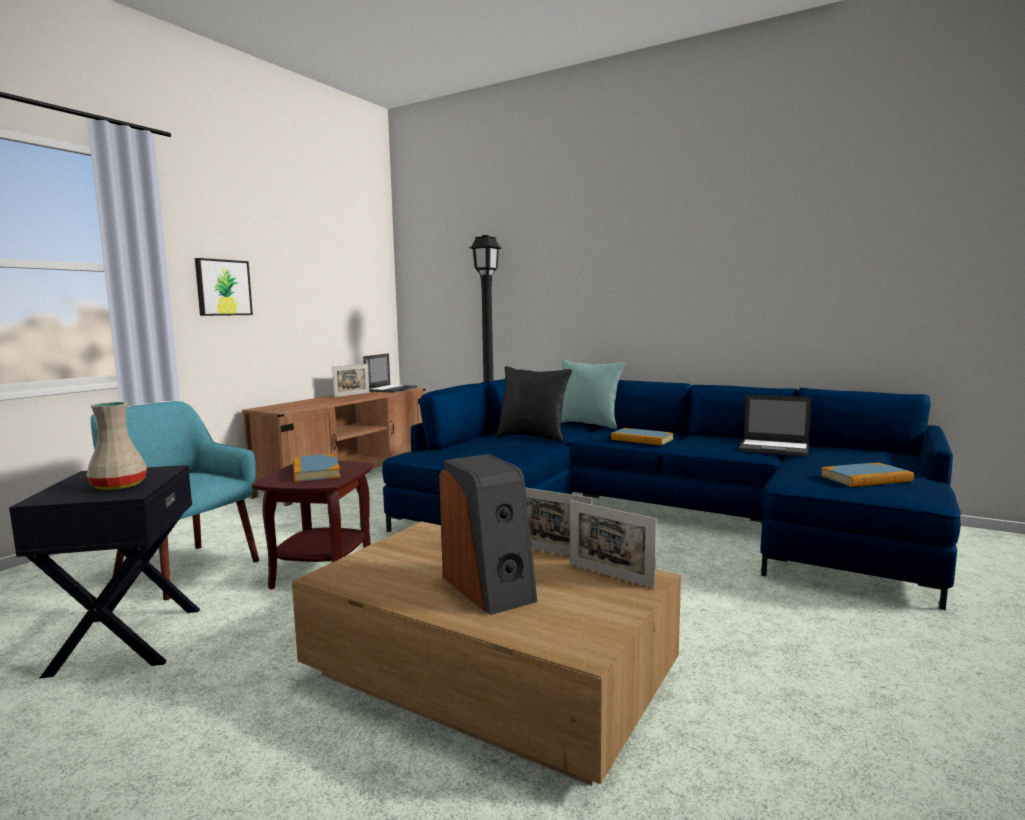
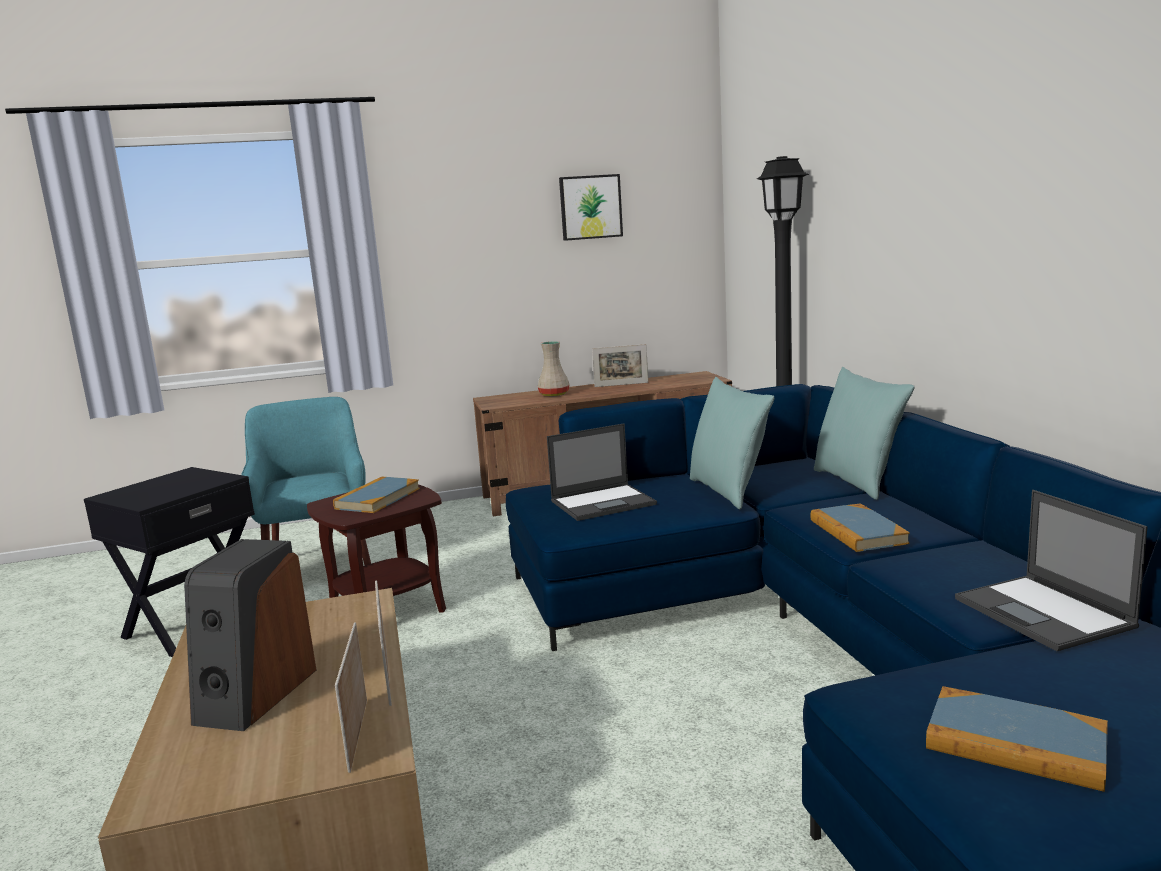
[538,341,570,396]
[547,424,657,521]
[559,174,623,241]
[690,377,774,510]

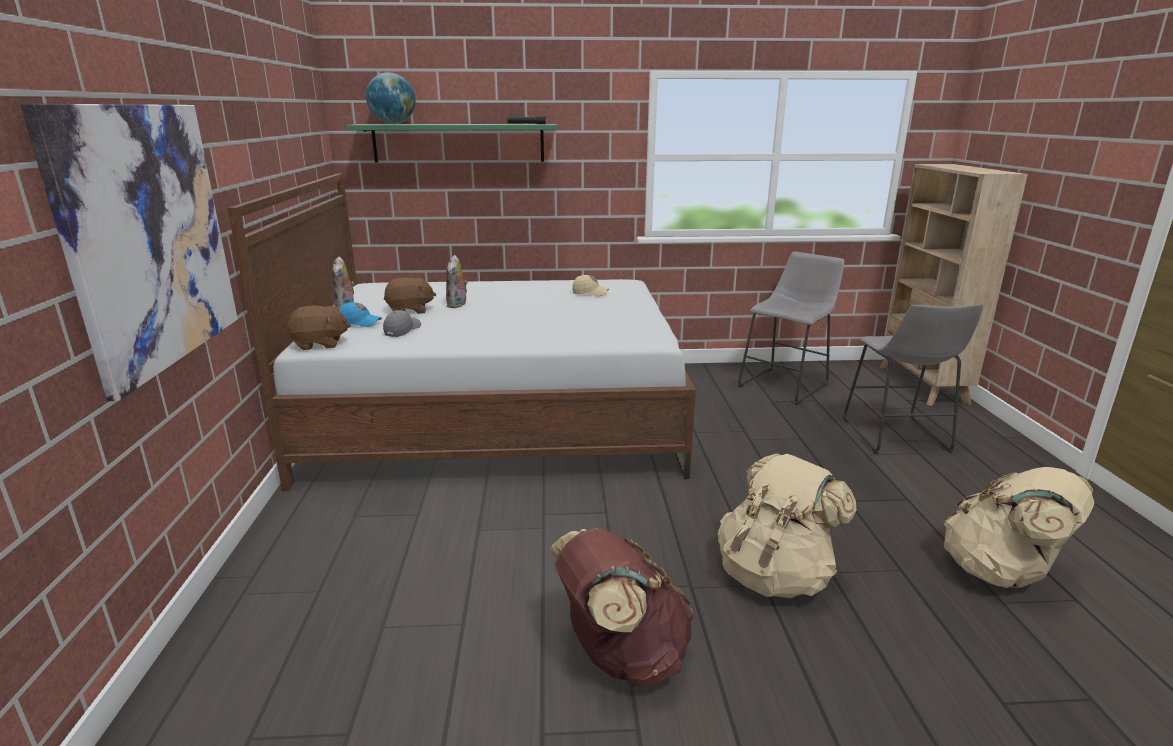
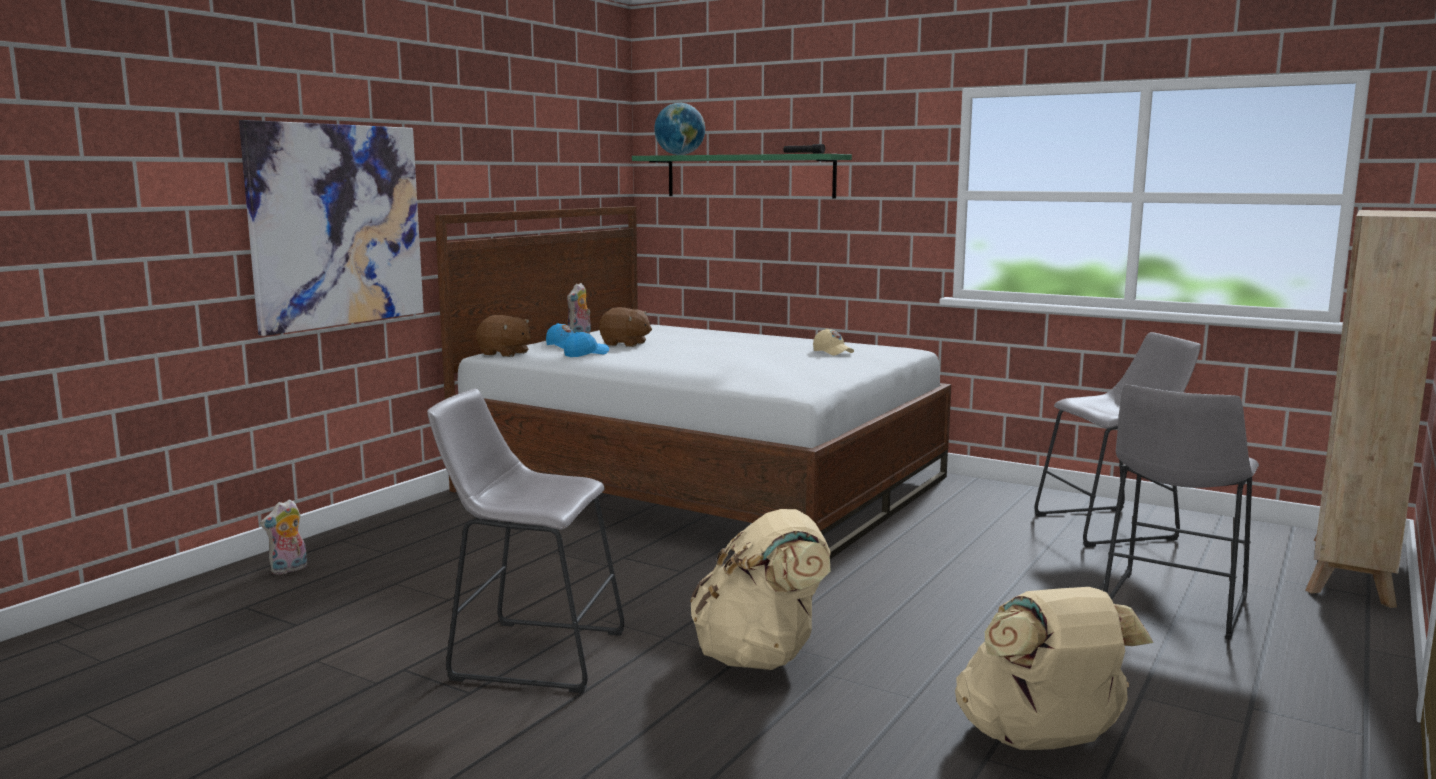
[260,499,307,575]
[427,389,624,693]
[564,332,609,357]

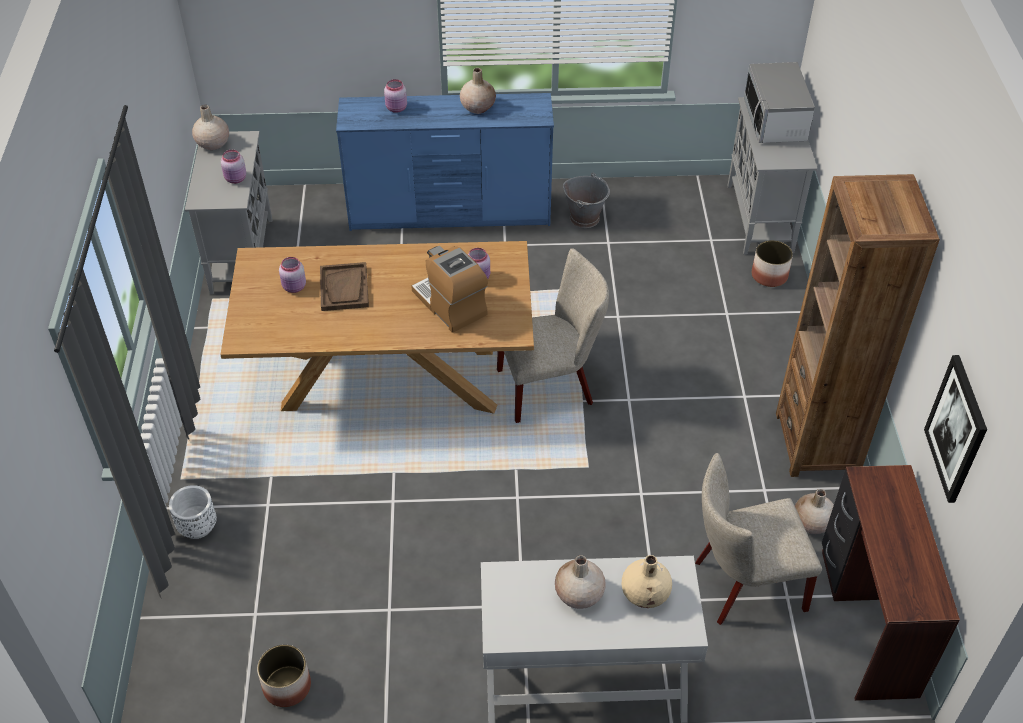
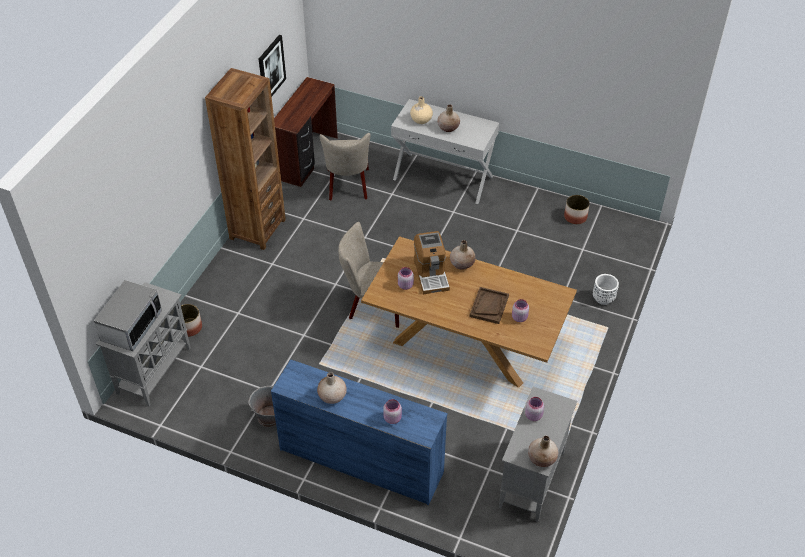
[320,133,370,200]
[450,240,476,270]

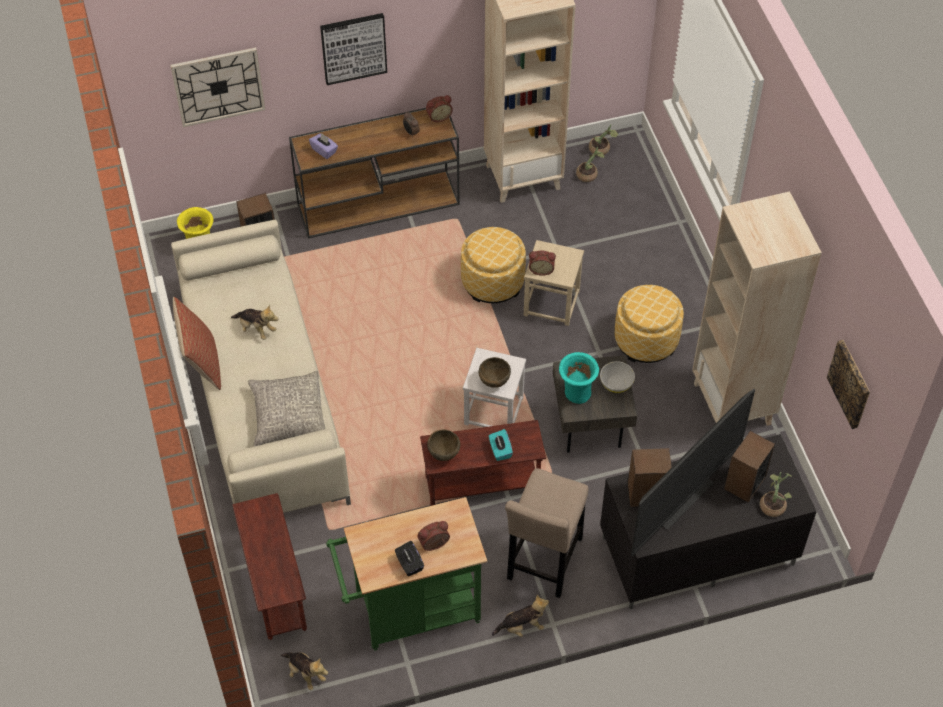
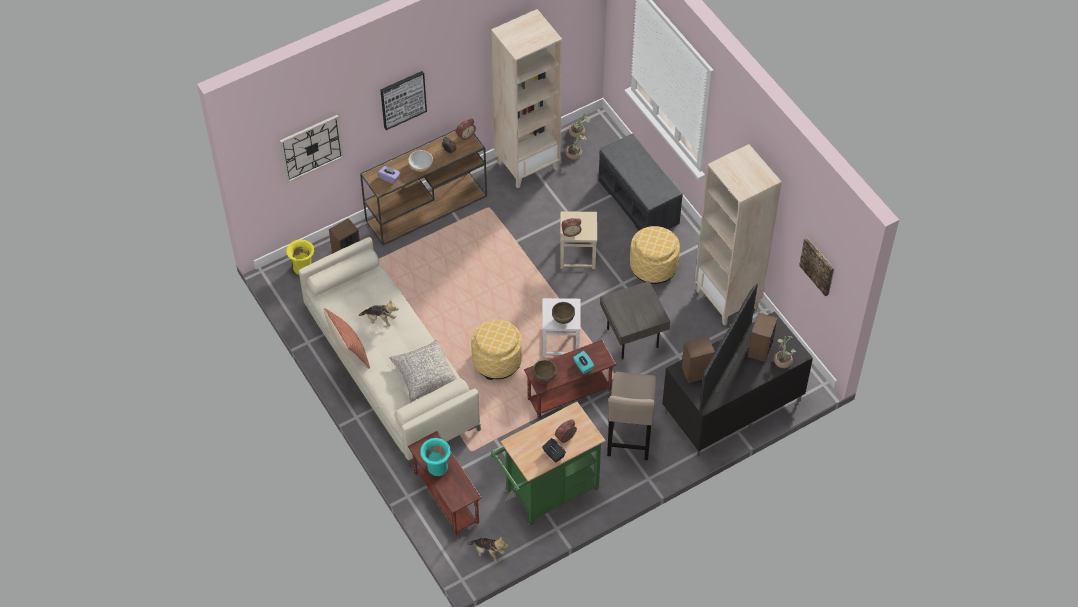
[408,150,433,172]
[420,438,451,476]
[471,320,522,380]
[599,134,683,231]
[492,595,549,637] (first image)

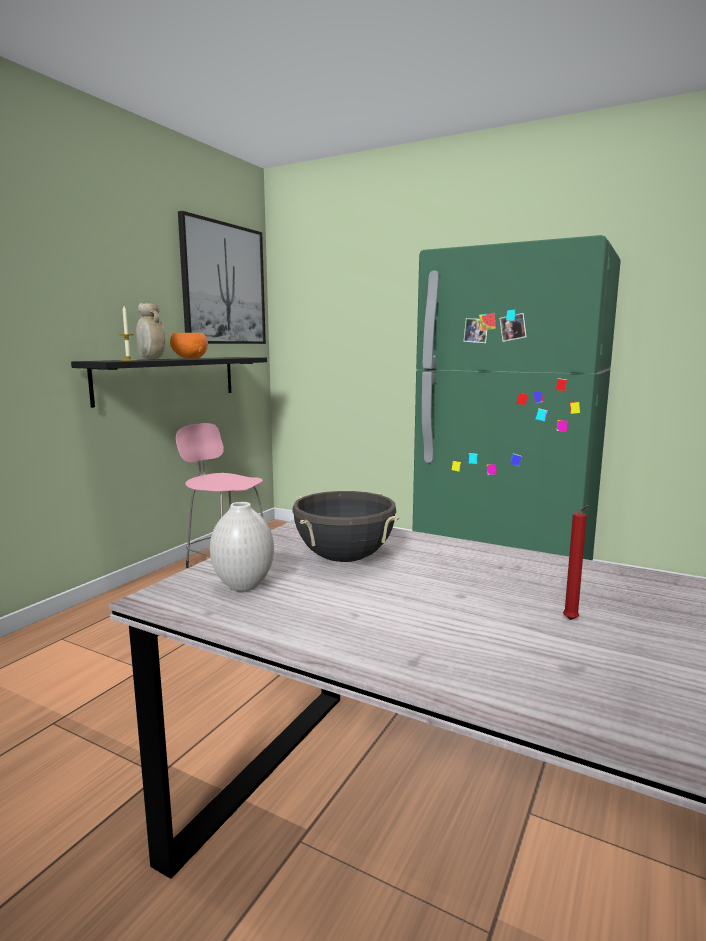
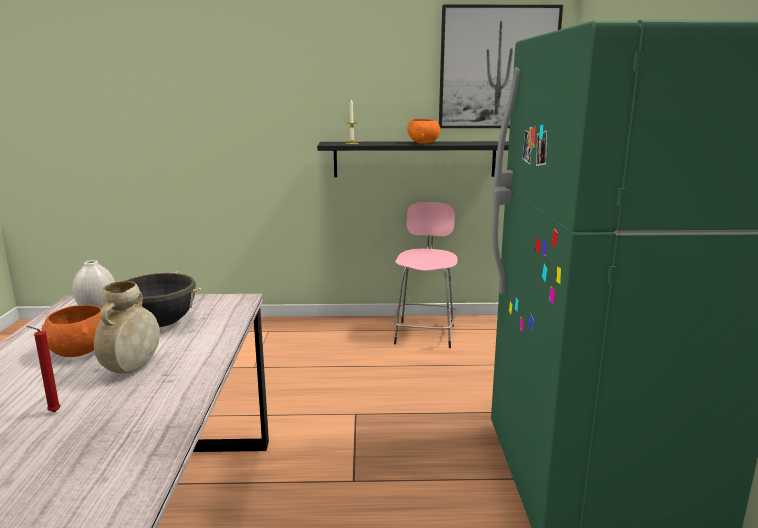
[42,305,102,357]
[94,281,160,374]

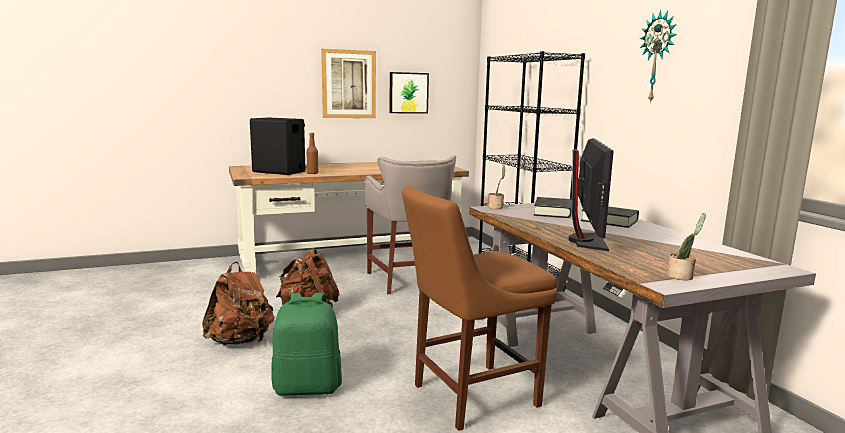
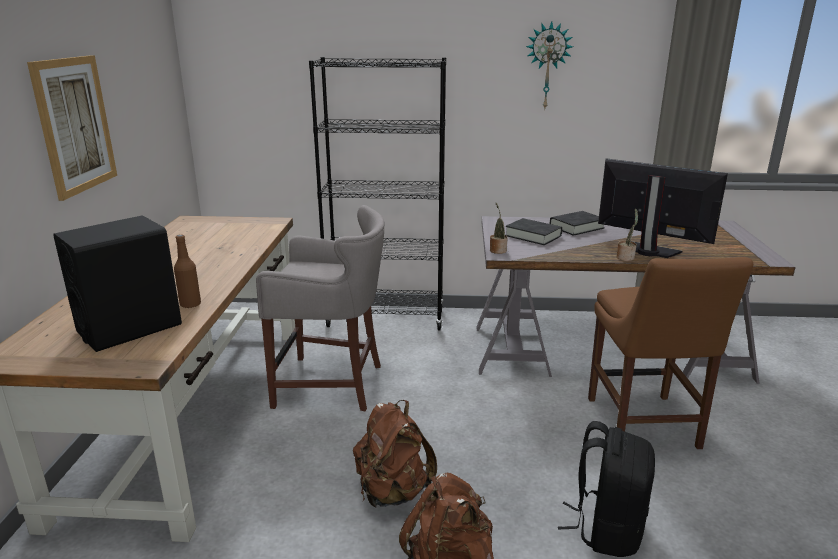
[558,421,655,557]
[616,209,638,261]
[389,72,429,114] (first image)

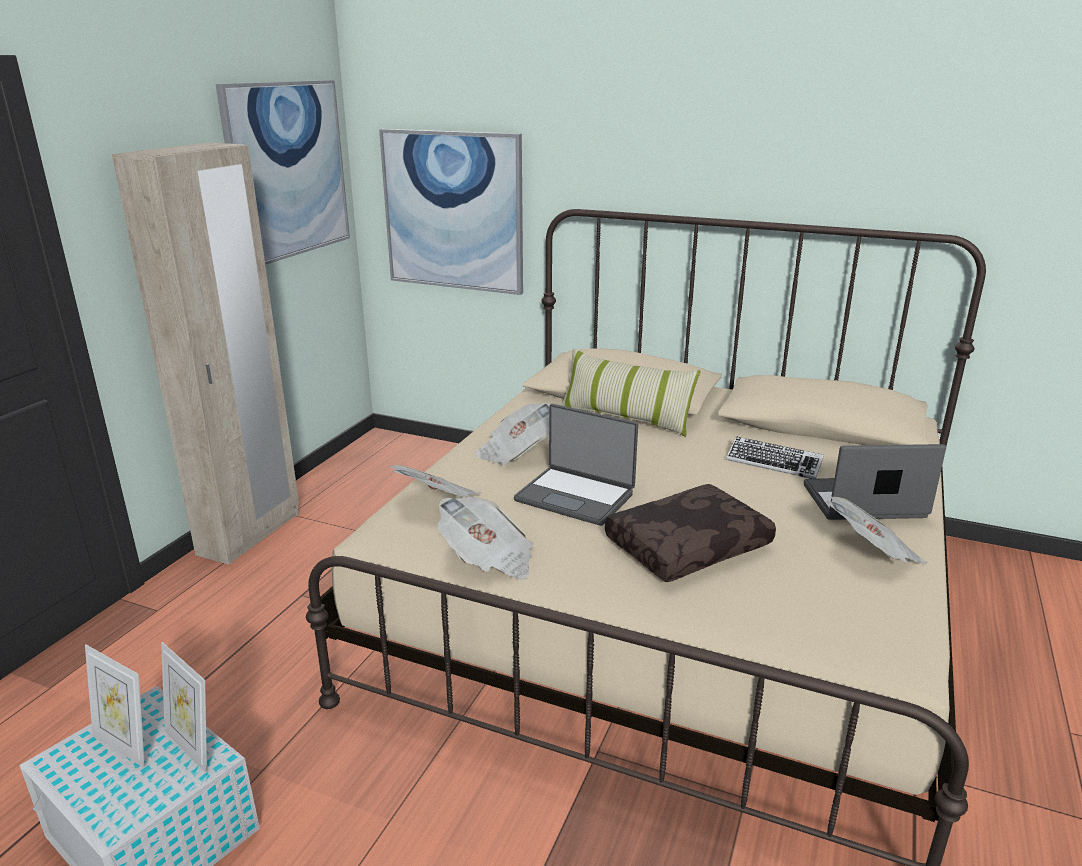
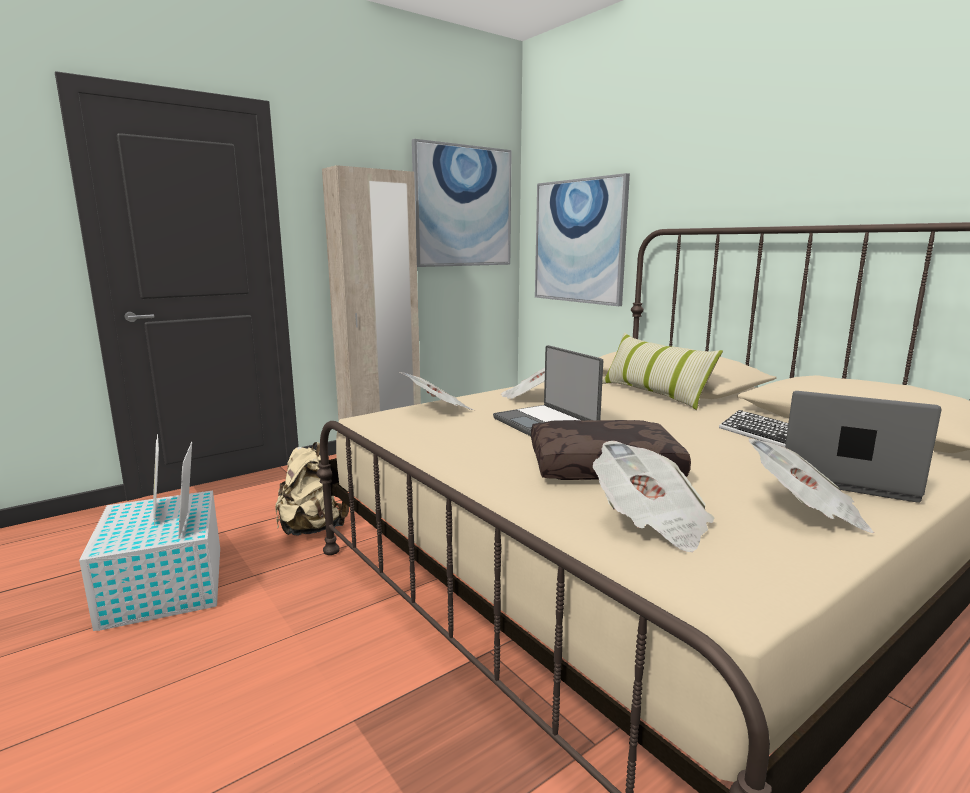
[275,442,349,536]
[593,441,714,553]

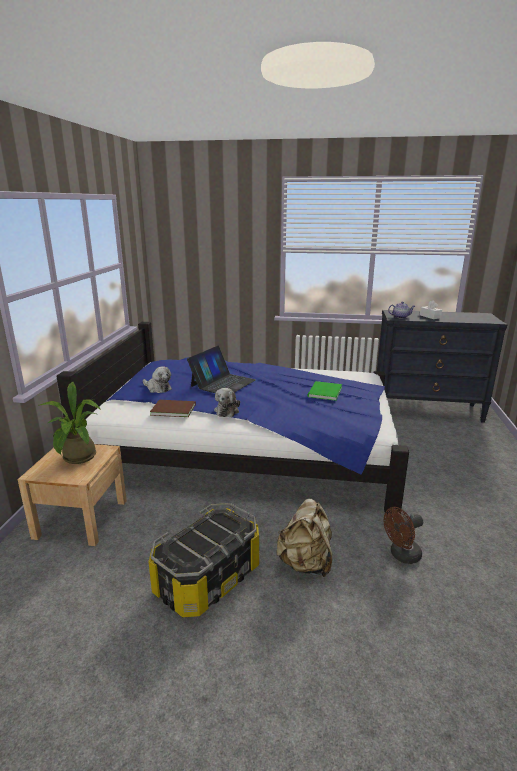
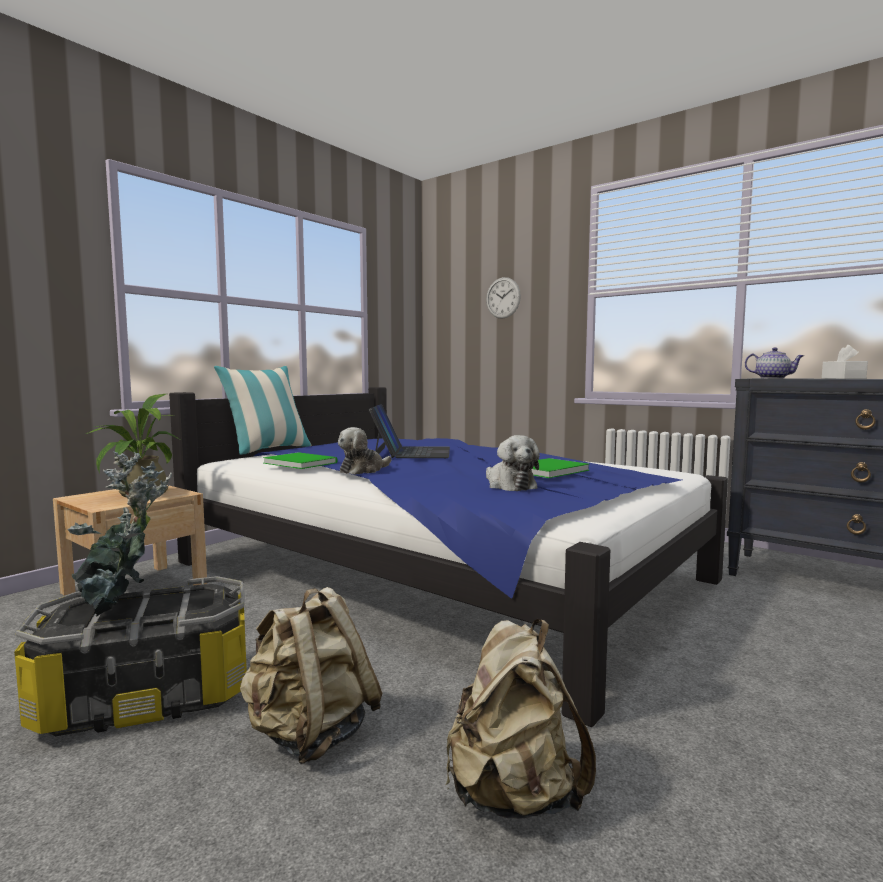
[67,451,172,617]
[214,366,311,455]
[263,452,338,469]
[368,404,450,458]
[446,619,596,819]
[486,277,521,319]
[486,435,540,491]

